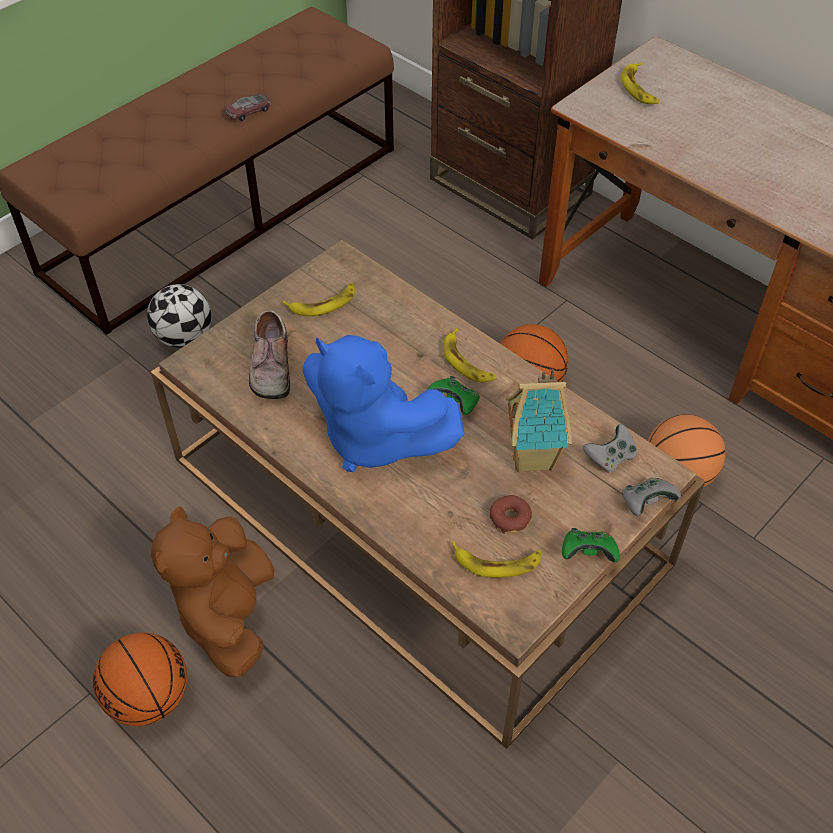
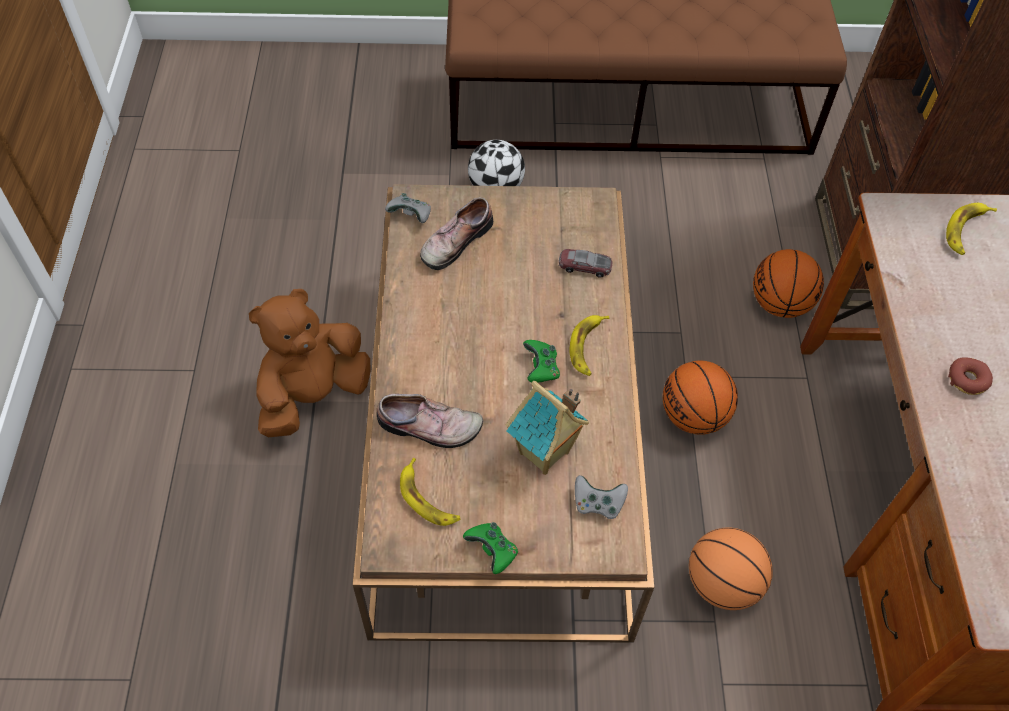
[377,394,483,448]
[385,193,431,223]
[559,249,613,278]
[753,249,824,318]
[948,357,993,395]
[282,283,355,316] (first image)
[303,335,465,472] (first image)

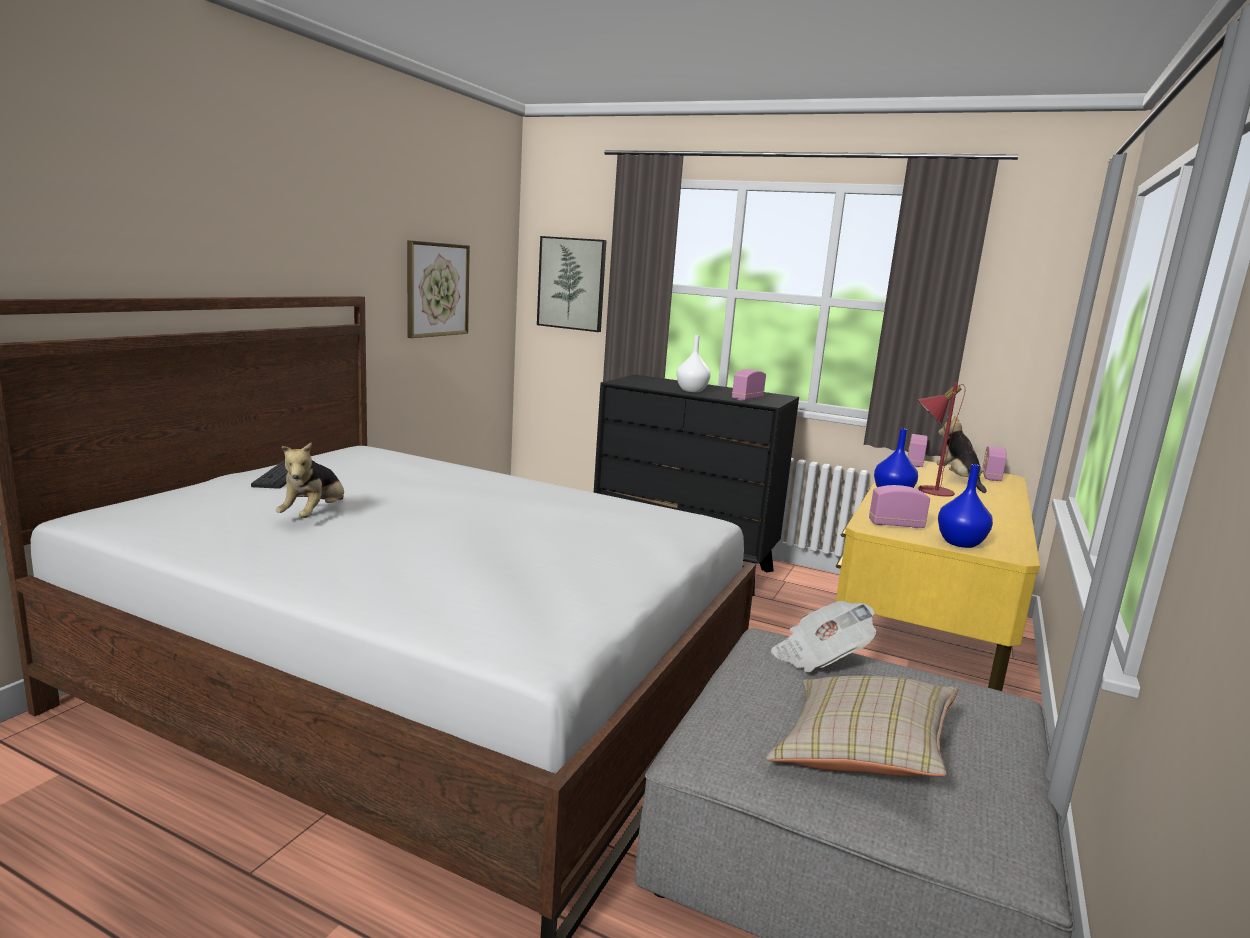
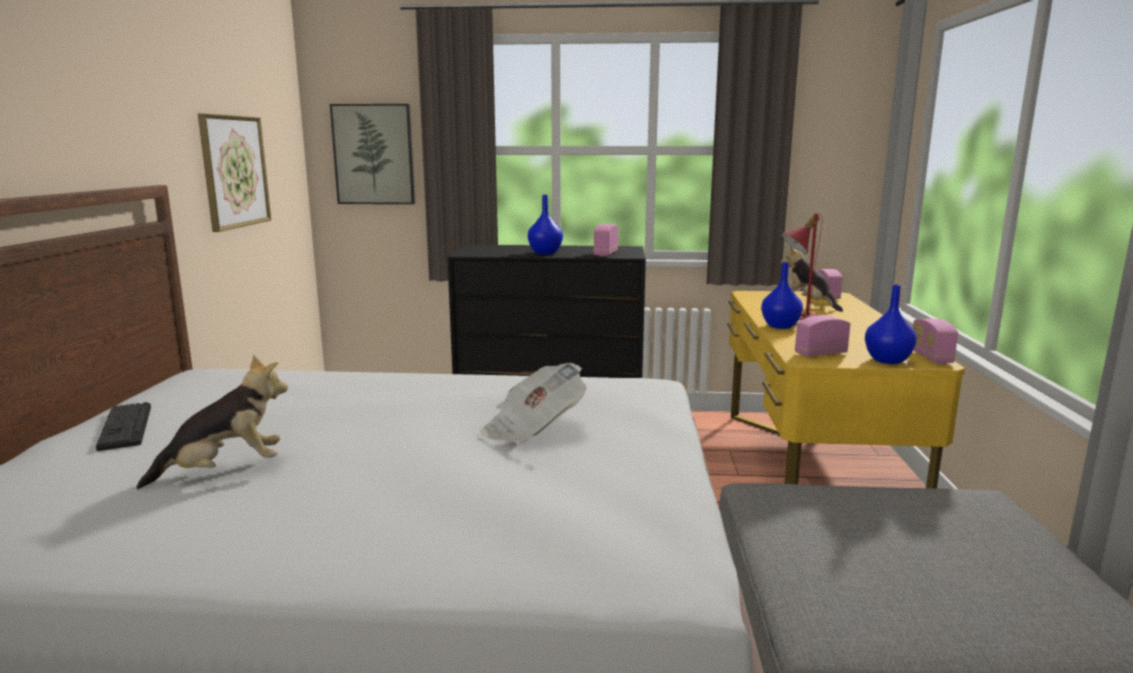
[137,355,288,489]
[480,363,586,444]
[528,195,563,254]
[913,319,958,364]
[766,676,958,776] (first image)

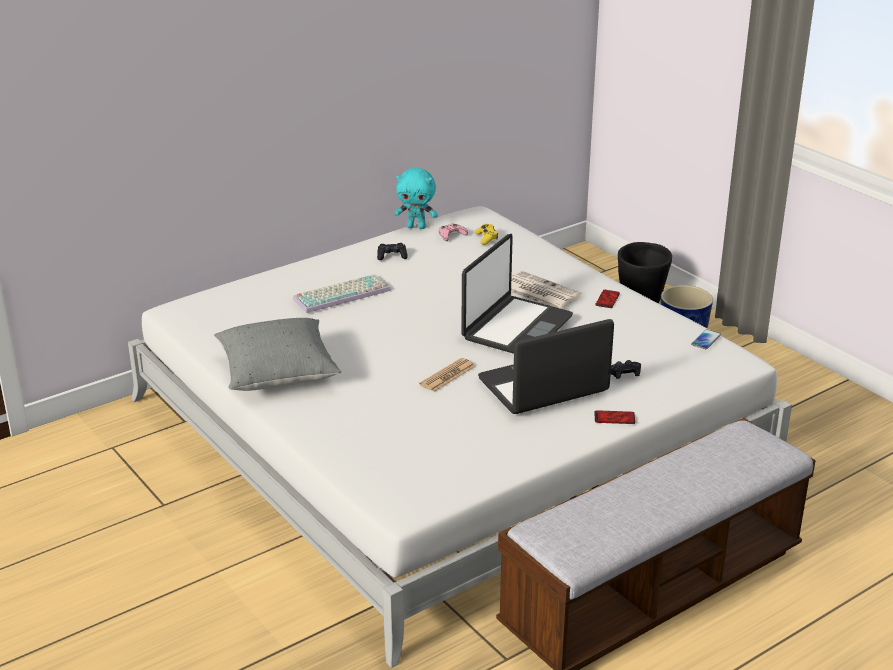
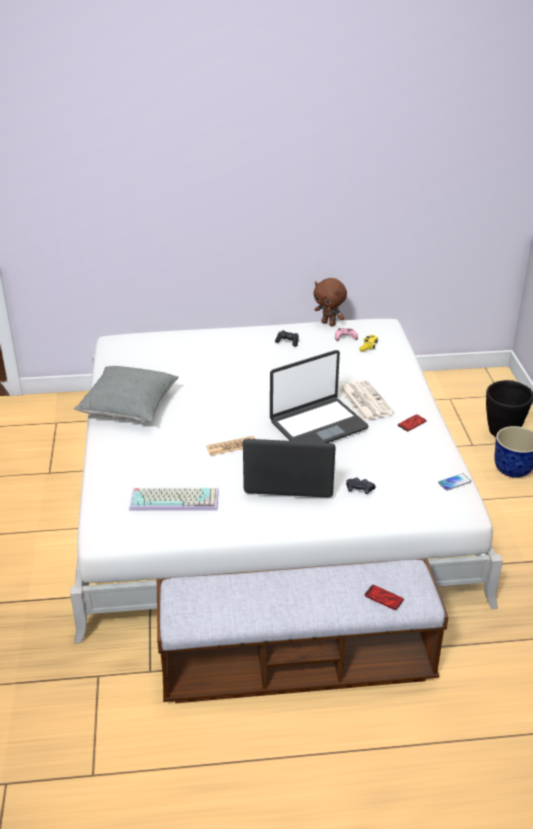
[129,488,219,511]
[314,278,347,327]
[365,585,404,610]

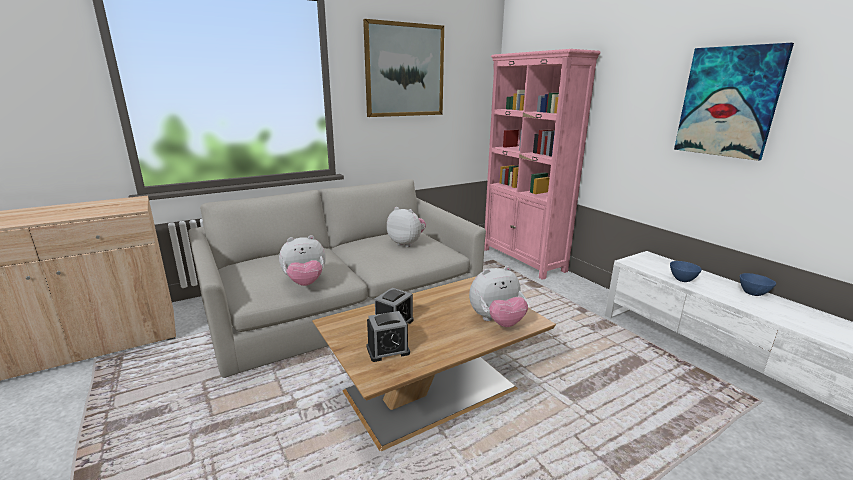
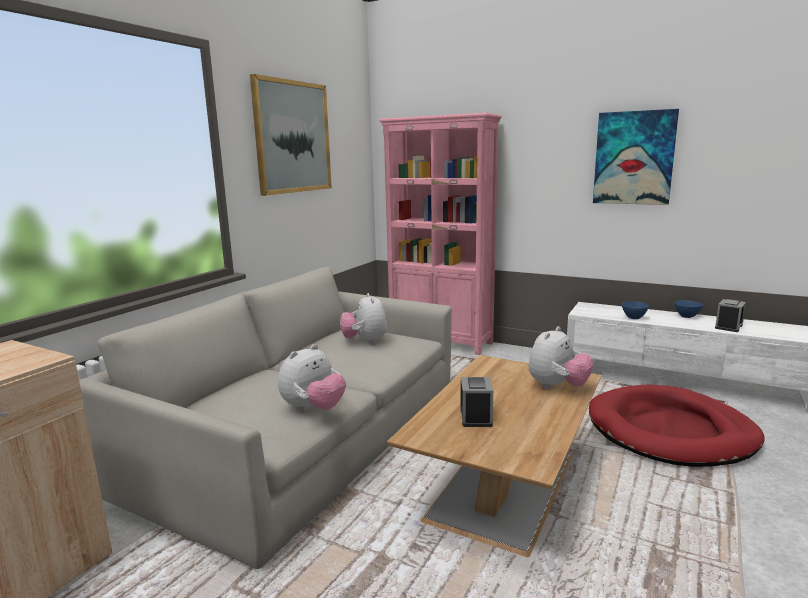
[340,293,387,344]
[589,384,765,467]
[715,299,746,332]

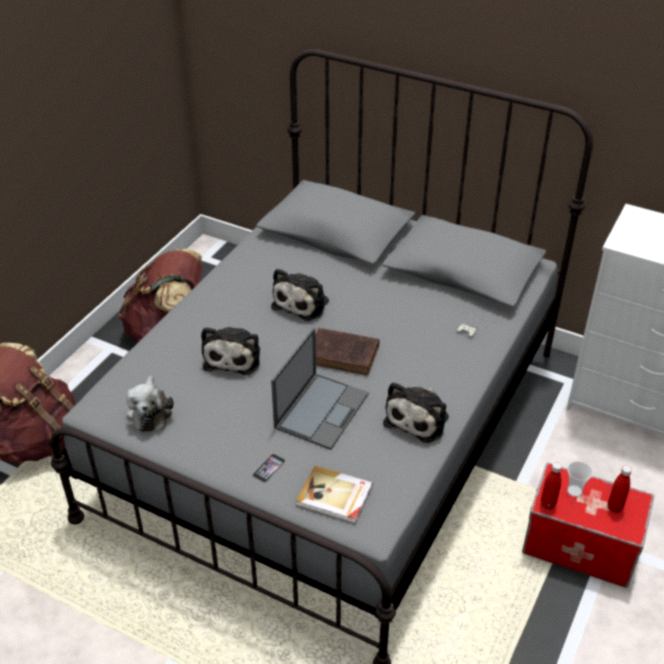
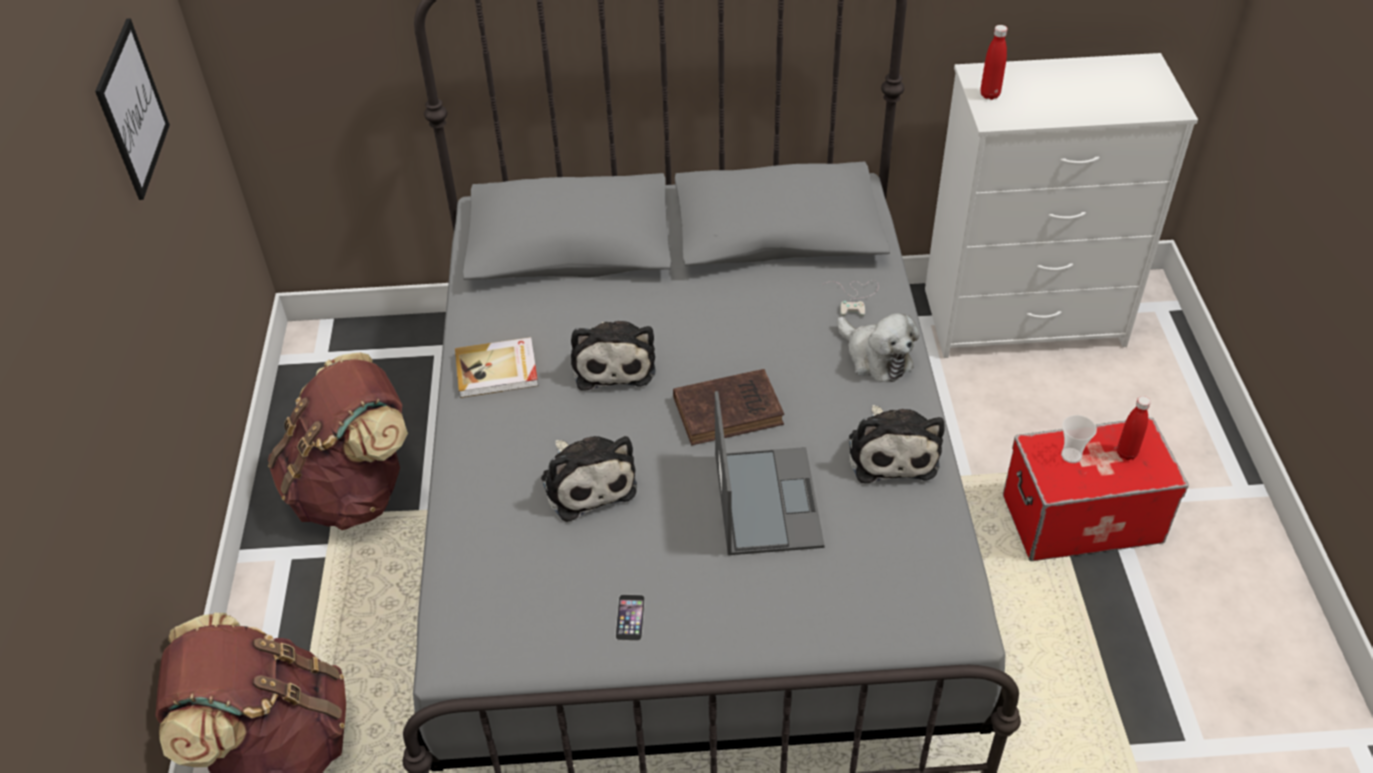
[95,18,170,200]
[455,337,538,398]
[615,594,645,641]
[837,313,919,382]
[980,25,1007,100]

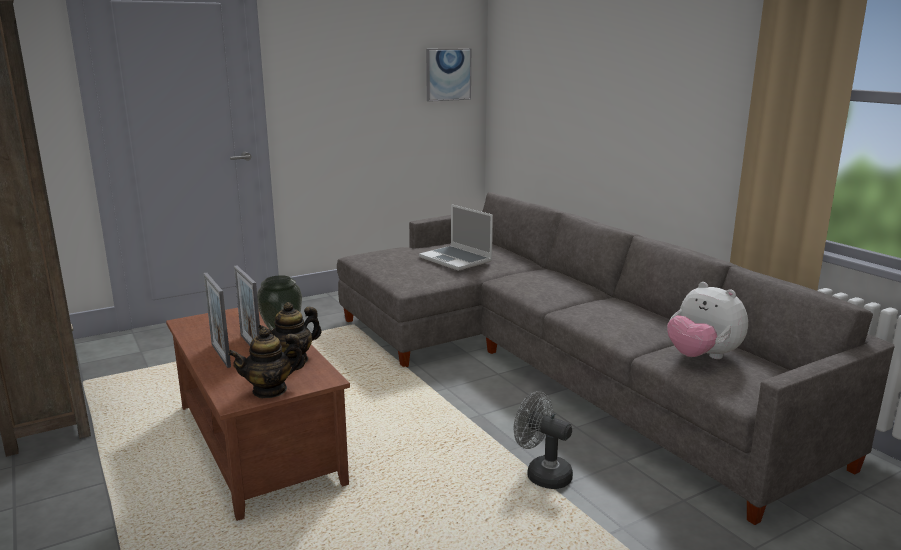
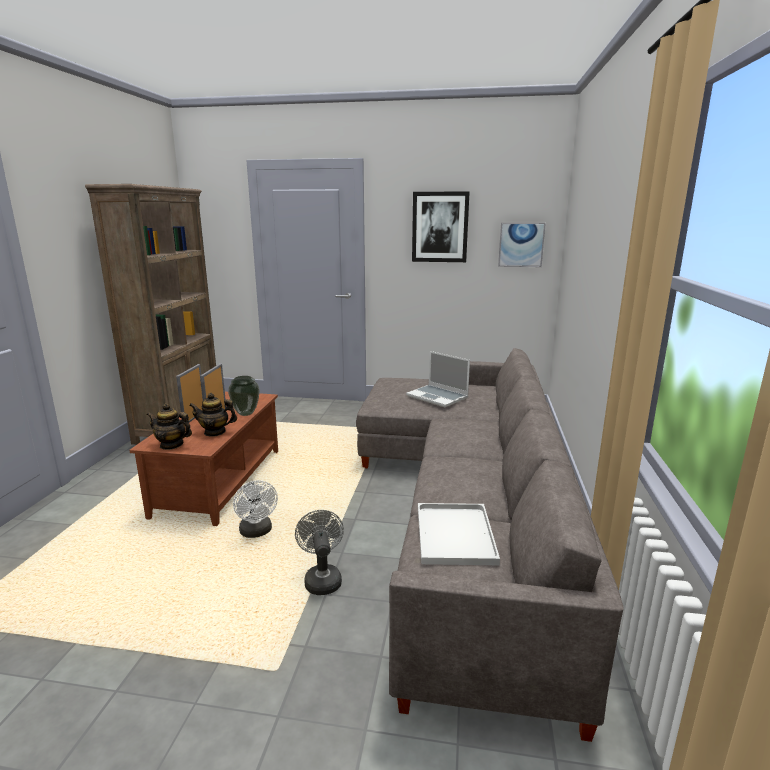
[233,480,278,538]
[406,351,470,407]
[412,191,470,262]
[418,503,500,565]

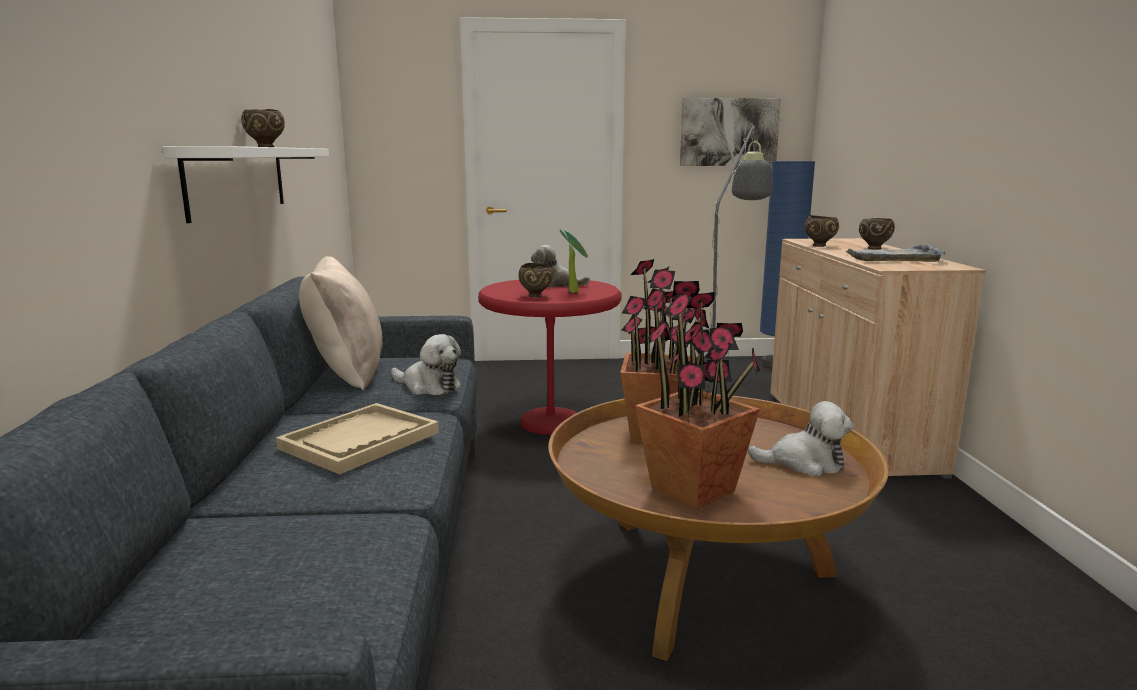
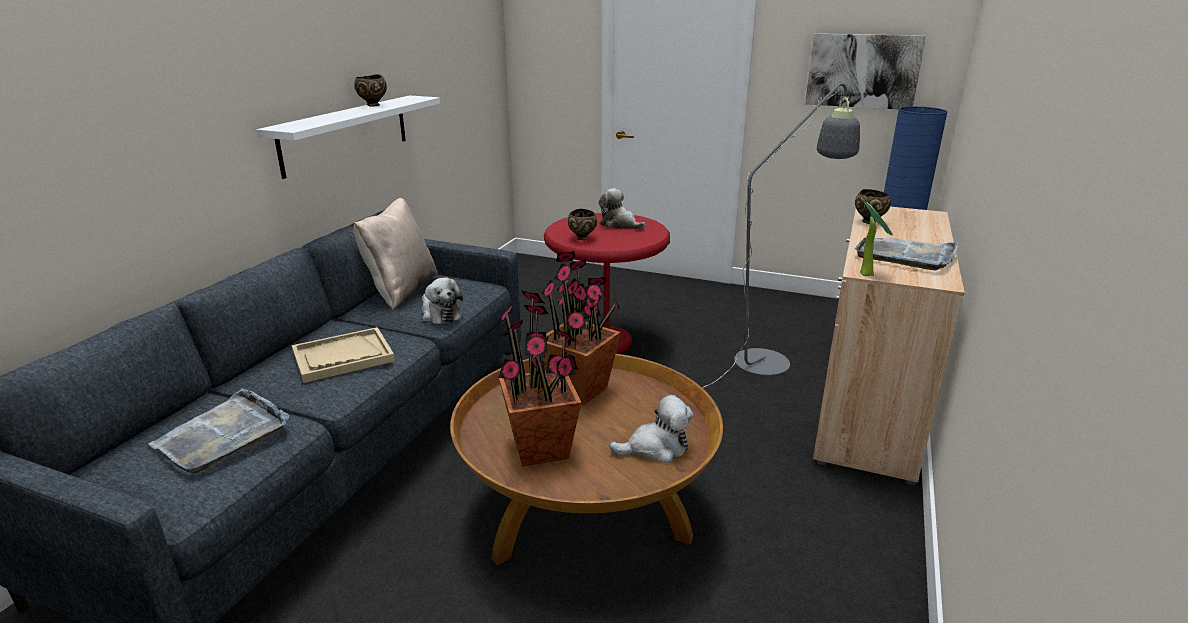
[149,388,289,474]
[609,395,694,463]
[860,198,893,276]
[859,218,895,250] (first image)

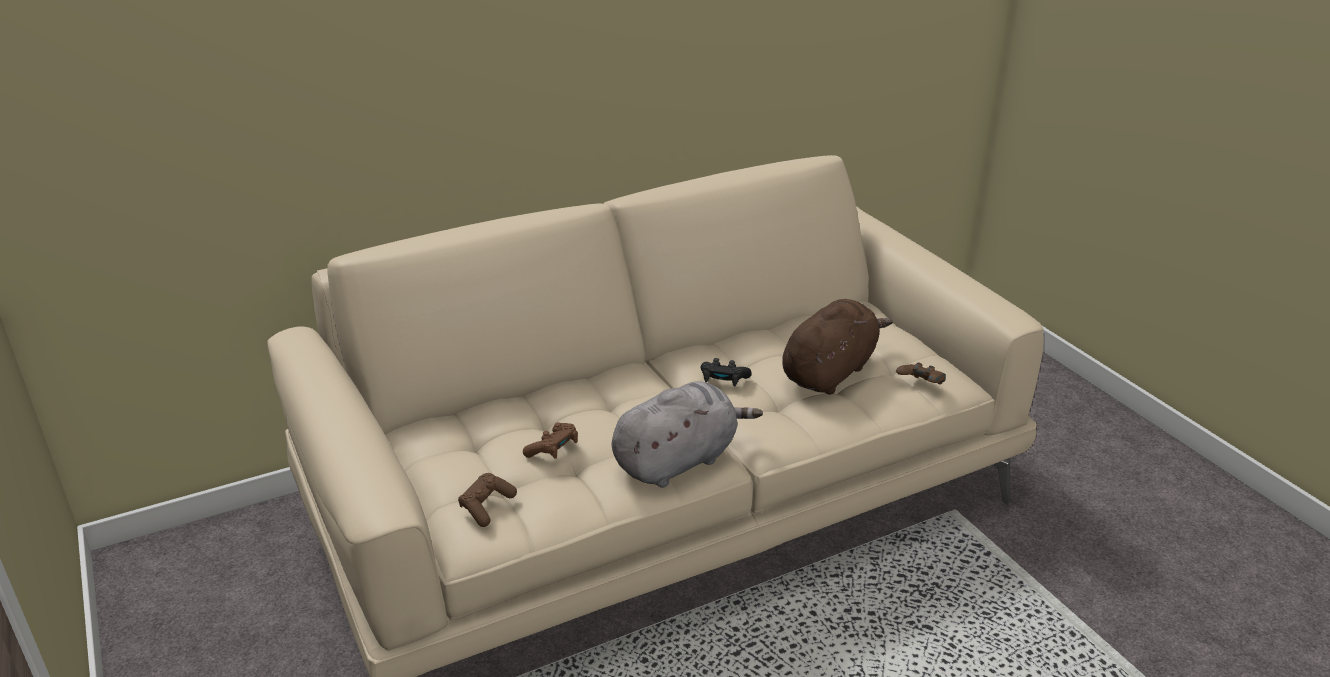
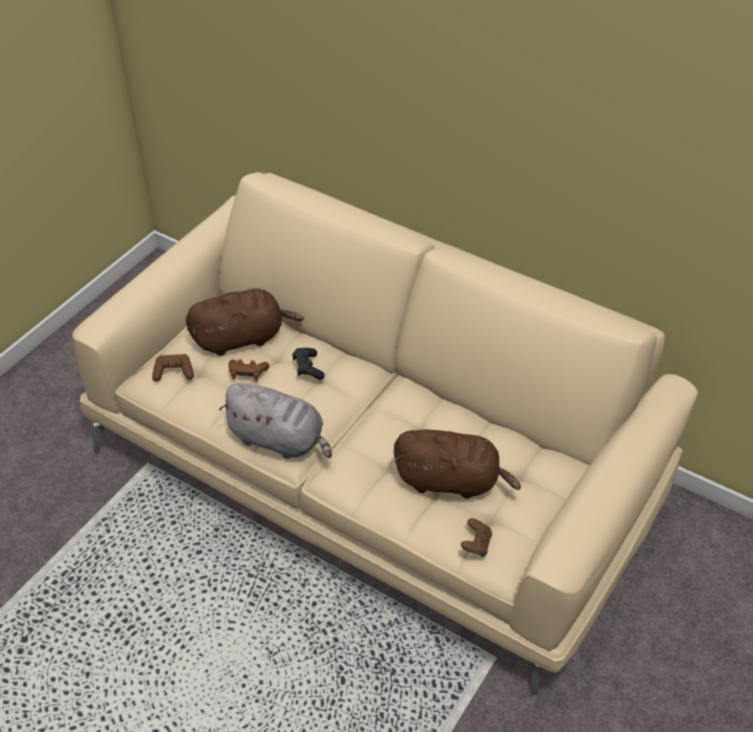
[186,289,303,356]
[292,348,325,380]

